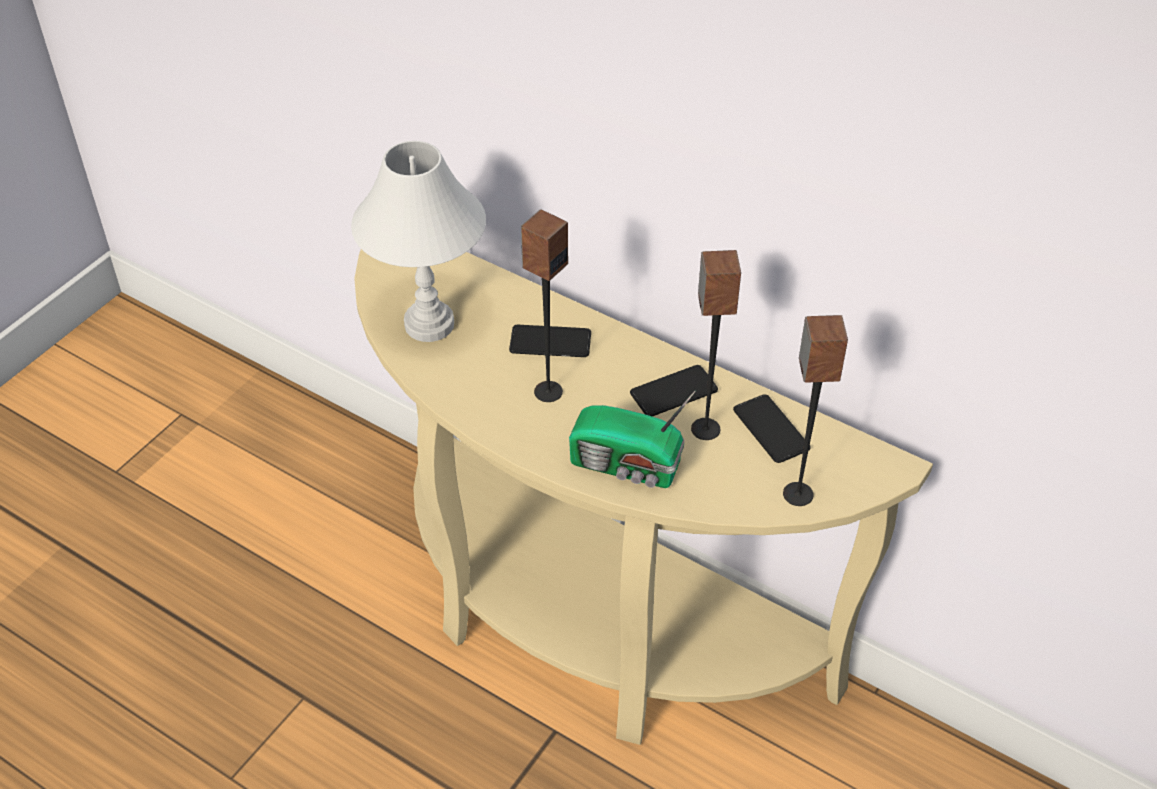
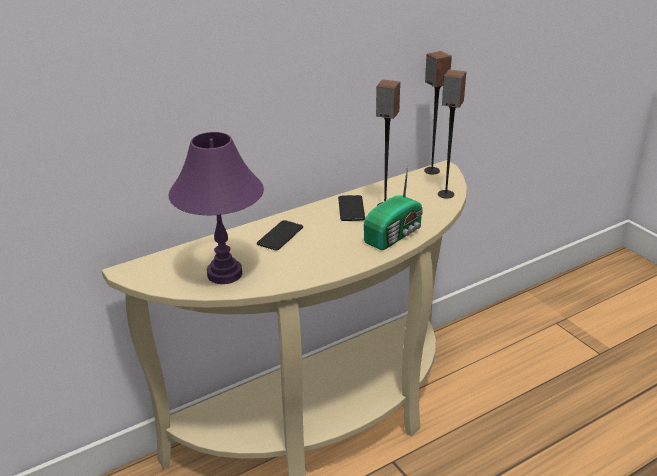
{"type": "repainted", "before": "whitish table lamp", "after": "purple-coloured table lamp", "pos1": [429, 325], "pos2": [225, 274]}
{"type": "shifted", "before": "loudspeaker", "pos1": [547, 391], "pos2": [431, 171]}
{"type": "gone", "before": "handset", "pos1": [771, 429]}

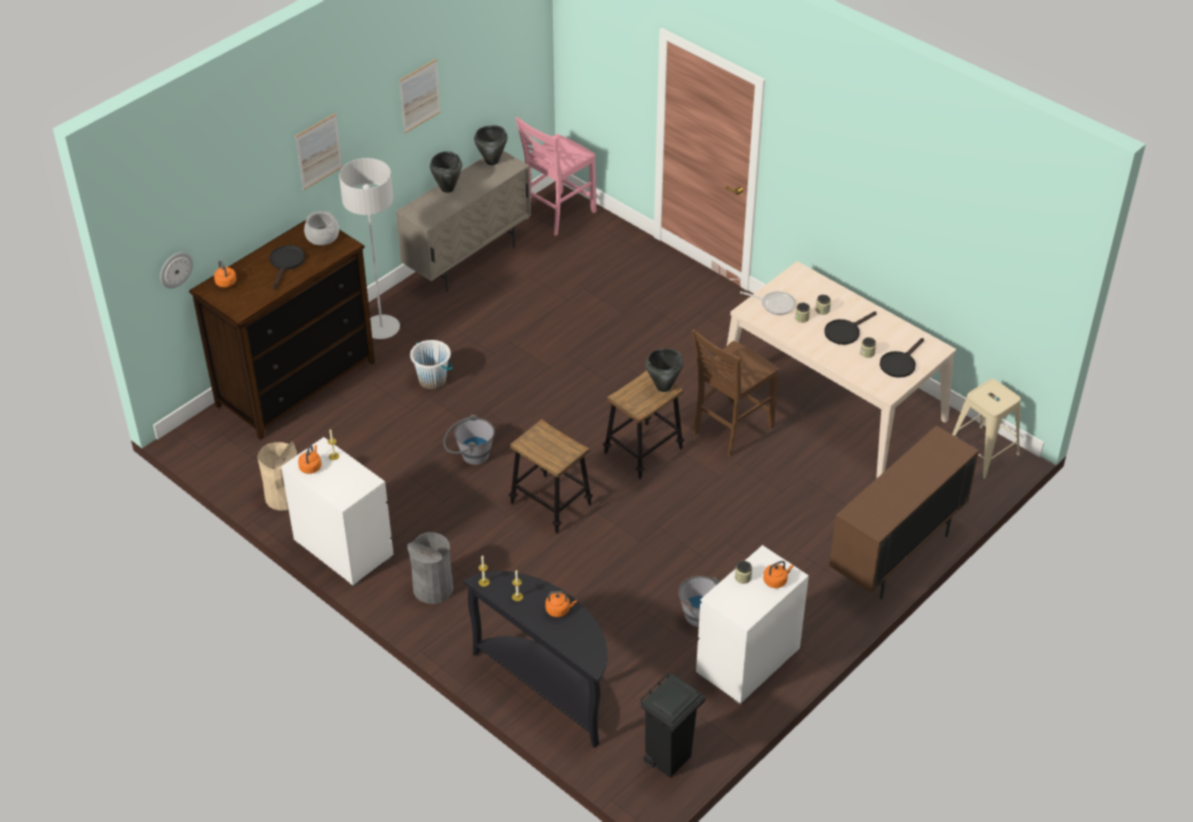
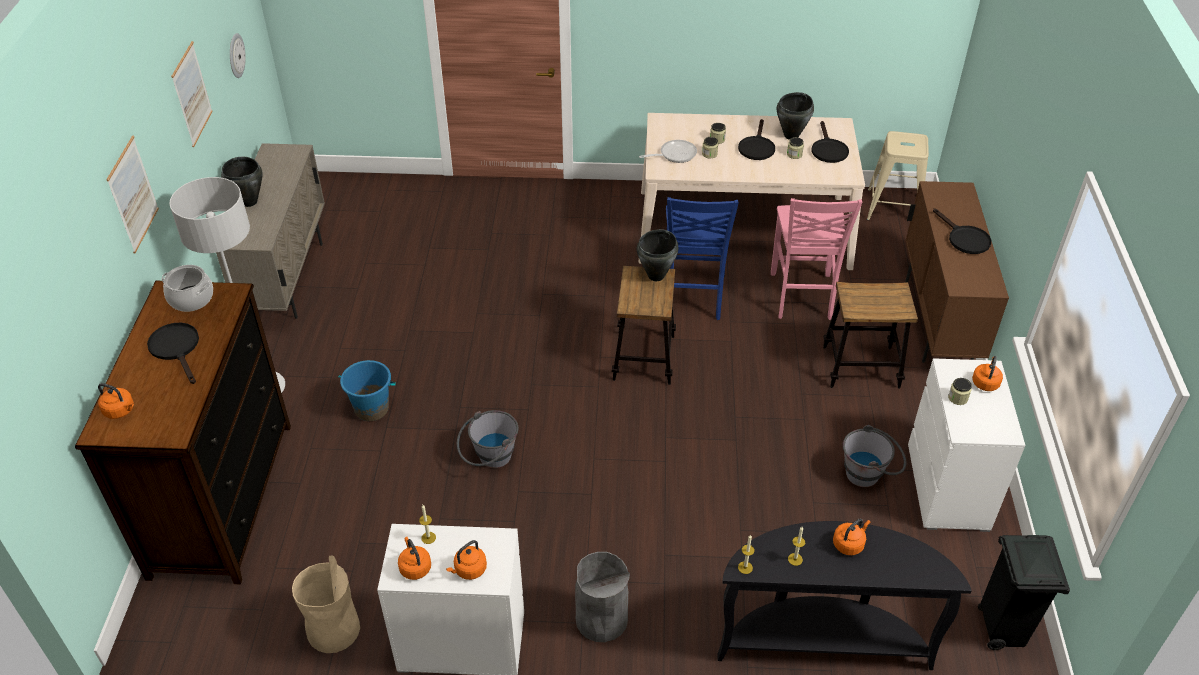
{"type": "shifted", "before": "hanging clock", "pos1": [175, 269], "pos2": [235, 55]}
{"type": "repainted", "before": "whitish water bucket", "after": "blue water bucket", "pos1": [433, 380], "pos2": [372, 409]}
{"type": "new", "after": "orange-coloured kettle", "pos2": [469, 570]}
{"type": "repainted", "before": "brown-coloured chair", "after": "blue chair", "pos1": [730, 429], "pos2": [693, 297]}
{"type": "shifted", "before": "pinkish chair", "pos1": [557, 215], "pos2": [801, 297]}
{"type": "shifted", "before": "black-coloured cooking pot", "pos1": [492, 161], "pos2": [791, 135]}
{"type": "shifted", "before": "sitting stool", "pos1": [551, 504], "pos2": [861, 367]}
{"type": "new", "after": "black-coloured skillet", "pos2": [964, 239]}

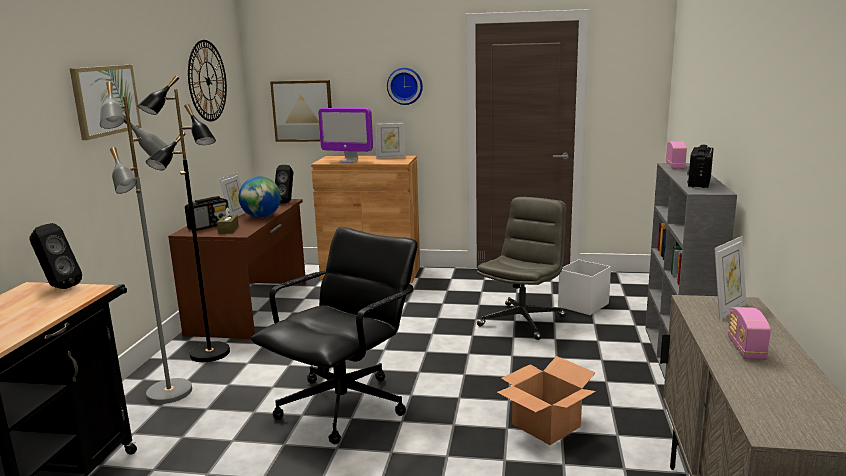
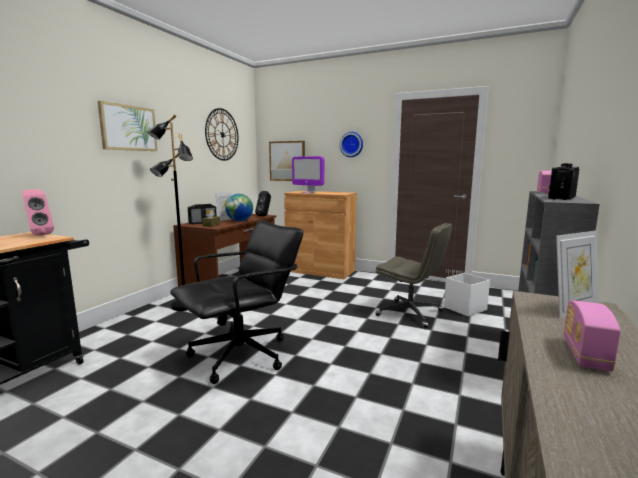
{"type": "repainted", "before": "black-coloured loudspeaker", "after": "pinkish loudspeaker", "pos1": [58, 287], "pos2": [39, 235]}
{"type": "rotated", "before": "greyish desk chair", "pos1": [522, 321], "pos2": [410, 313], "turn": 75}
{"type": "gone", "before": "greyish standard lamp", "pos1": [170, 393]}
{"type": "gone", "before": "photo frame", "pos1": [391, 157]}
{"type": "gone", "before": "carton", "pos1": [547, 426]}

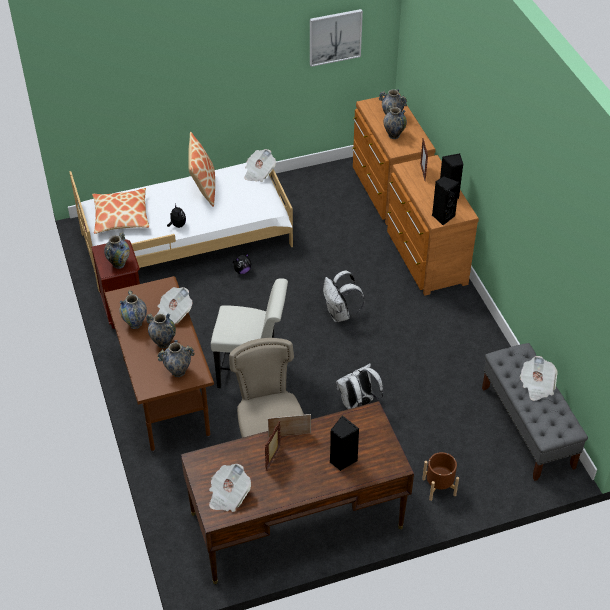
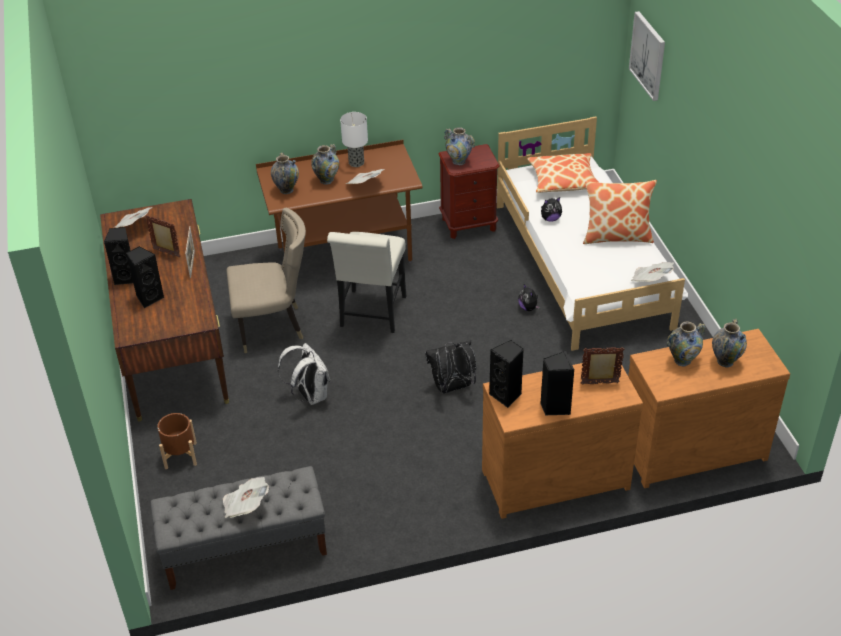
{"type": "new", "after": "black-coloured loudspeaker", "pos2": [127, 277]}
{"type": "swapped", "before": "flower vase", "after": "table lamp", "pos1": [135, 324], "pos2": [356, 163]}
{"type": "repainted", "before": "whitish backpack", "after": "black-coloured backpack", "pos1": [340, 314], "pos2": [452, 387]}
{"type": "shifted", "before": "wall art", "pos1": [335, 37], "pos2": [648, 55]}

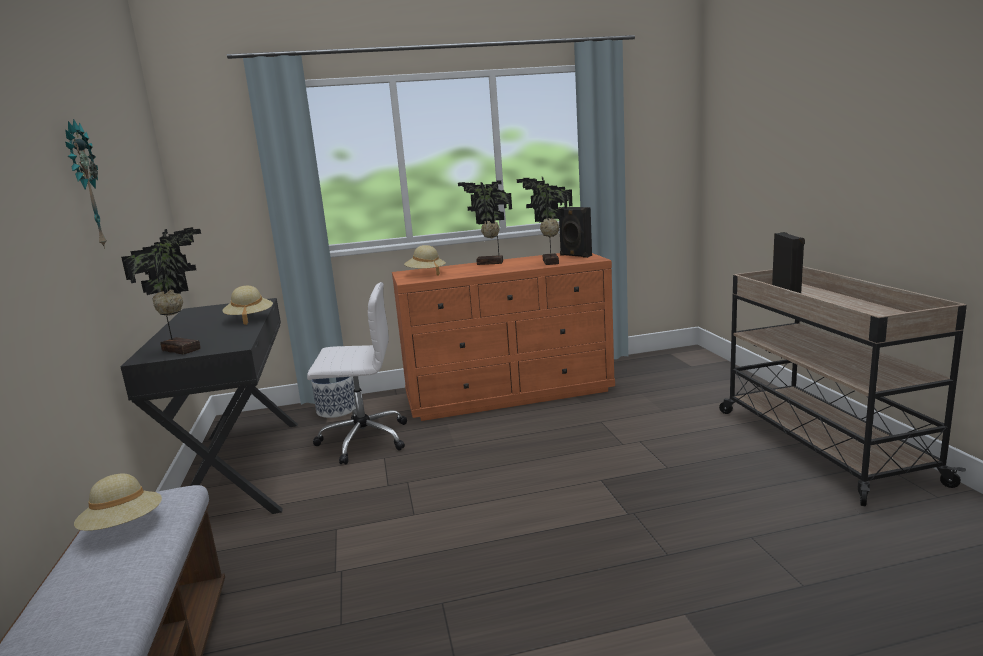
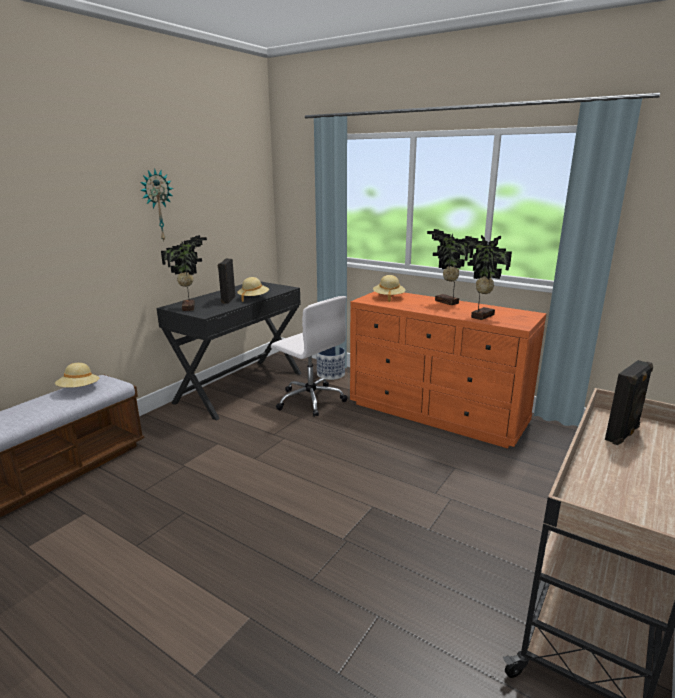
{"type": "shifted", "before": "black-coloured loudspeaker", "pos1": [575, 256], "pos2": [227, 300]}

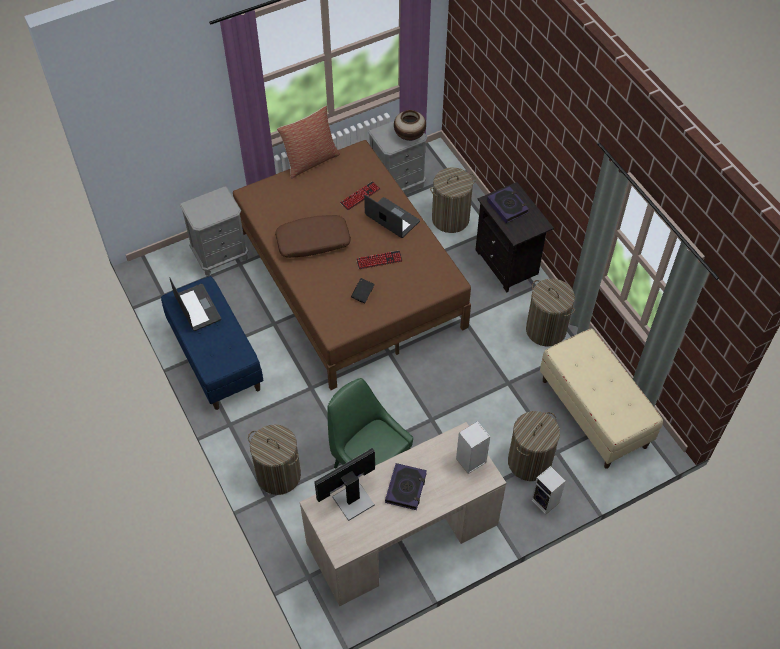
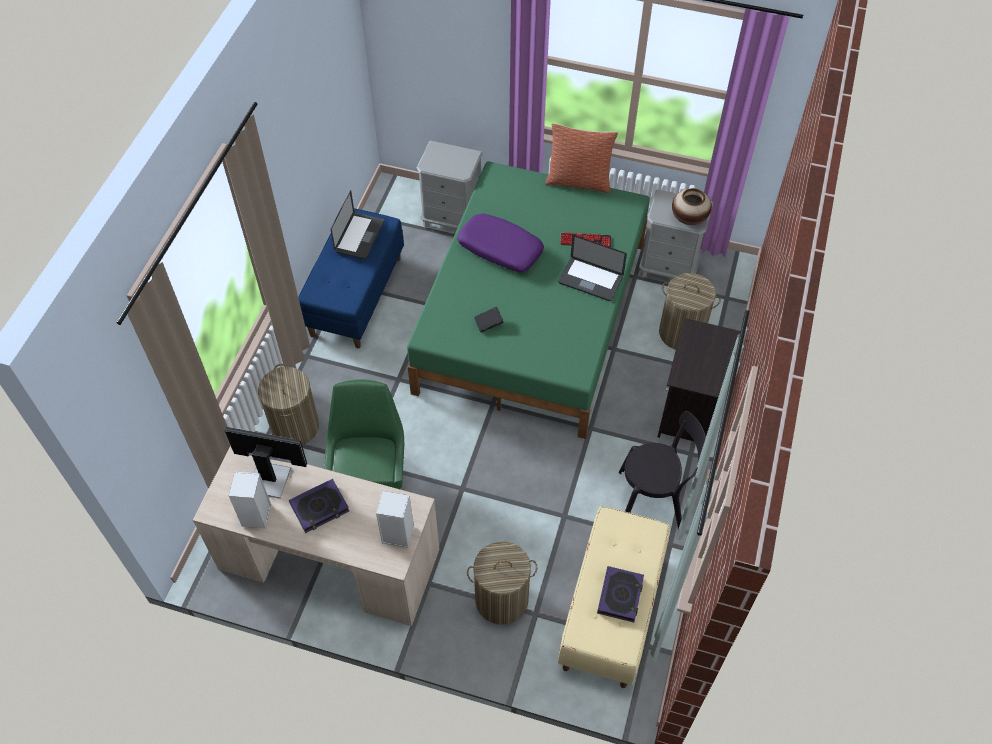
{"type": "shifted", "before": "loudspeaker", "pos1": [546, 502], "pos2": [257, 516]}
{"type": "repainted", "before": "brown-coloured sleeping bed", "after": "green-coloured sleeping bed", "pos1": [350, 279], "pos2": [533, 317]}
{"type": "repainted", "before": "brown-coloured pillow", "after": "purple-coloured pillow", "pos1": [313, 242], "pos2": [499, 249]}
{"type": "rotated", "before": "notebook computer", "pos1": [392, 218], "pos2": [590, 280], "turn": 120}
{"type": "shifted", "before": "volume", "pos1": [507, 206], "pos2": [620, 596]}
{"type": "swapped", "before": "washing basket", "after": "black-coloured chair", "pos1": [546, 330], "pos2": [654, 500]}
{"type": "gone", "before": "computer keyboard", "pos1": [379, 260]}

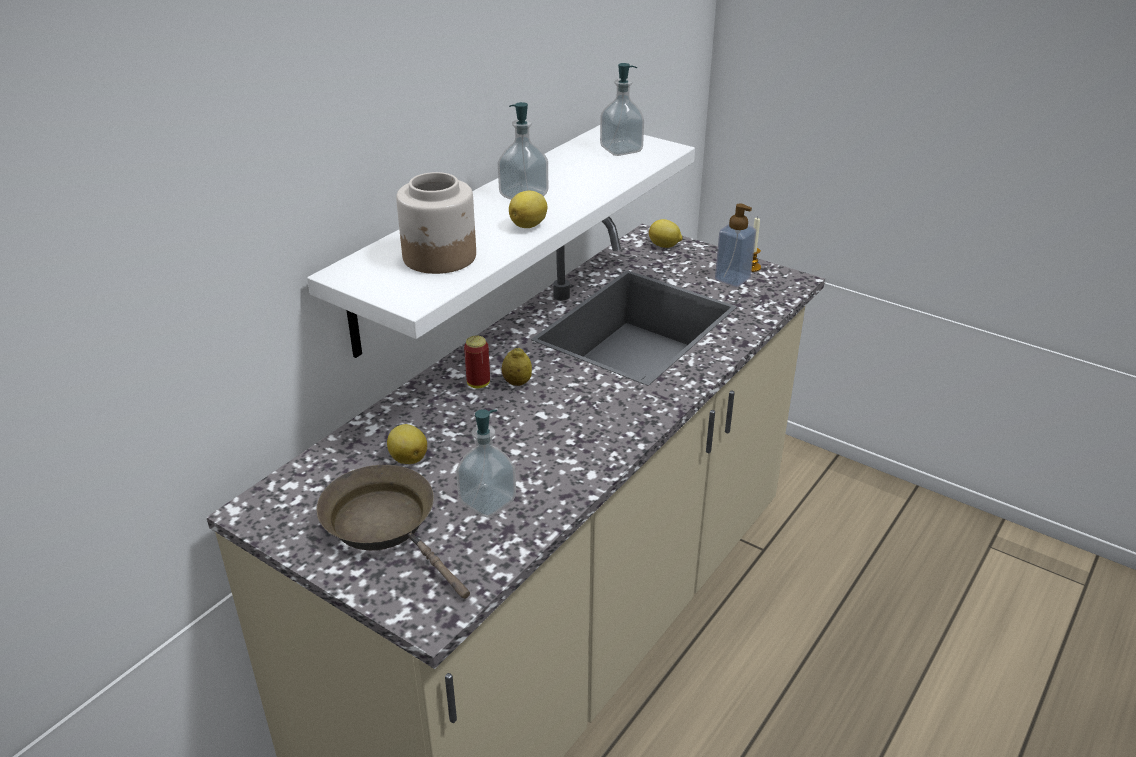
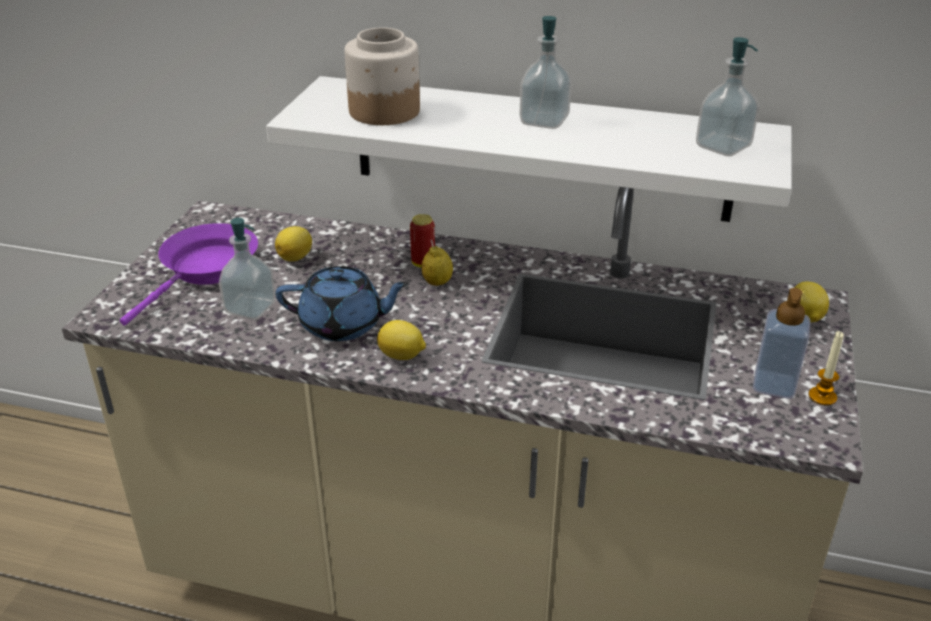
{"type": "repainted", "before": "brown-coloured skillet", "after": "purple-coloured skillet", "pos1": [386, 526], "pos2": [205, 270]}
{"type": "new", "after": "blue pot for tea", "pos2": [343, 325]}
{"type": "shifted", "before": "citrus fruit", "pos1": [529, 225], "pos2": [402, 356]}

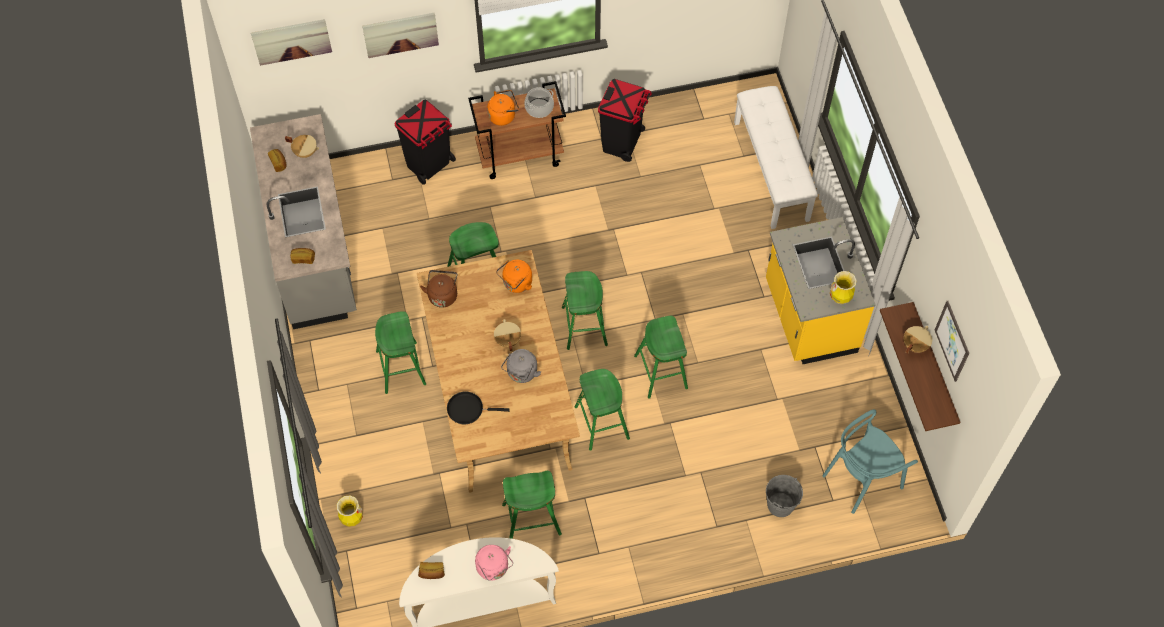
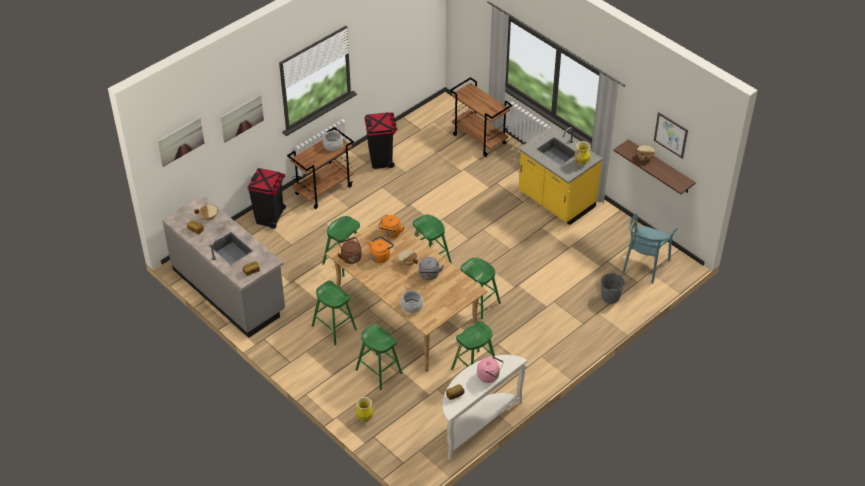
{"type": "shifted", "before": "green-coloured sitting stool", "pos1": [661, 372], "pos2": [379, 371]}
{"type": "shifted", "before": "orange-coloured kettle", "pos1": [503, 115], "pos2": [380, 256]}
{"type": "swapped", "before": "black-coloured skillet", "after": "cooking pot", "pos1": [468, 409], "pos2": [411, 306]}
{"type": "swapped", "before": "whitish bench", "after": "brown-coloured wheeled cart", "pos1": [772, 171], "pos2": [480, 139]}

